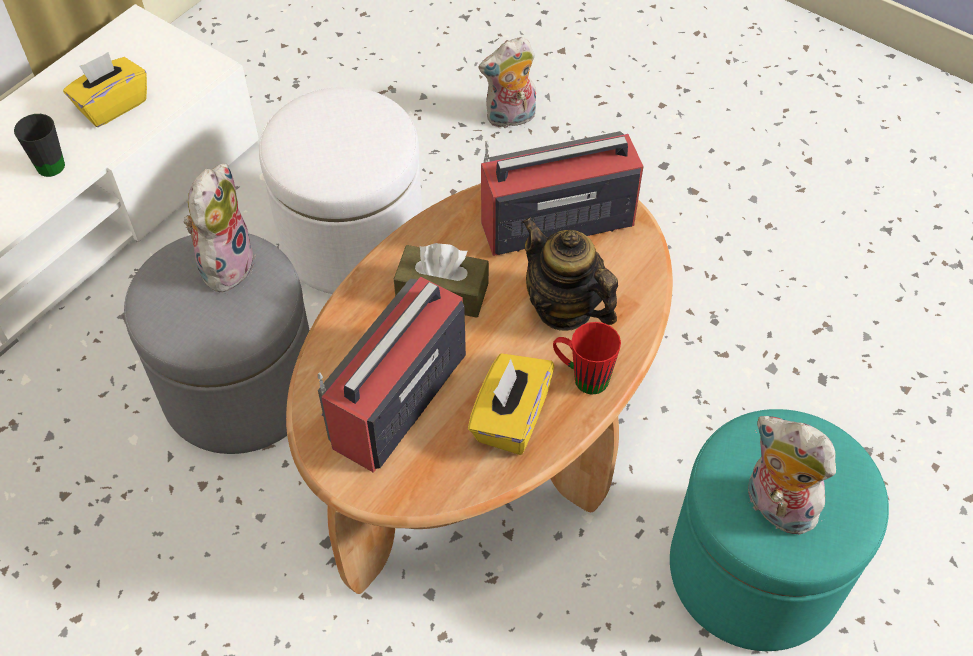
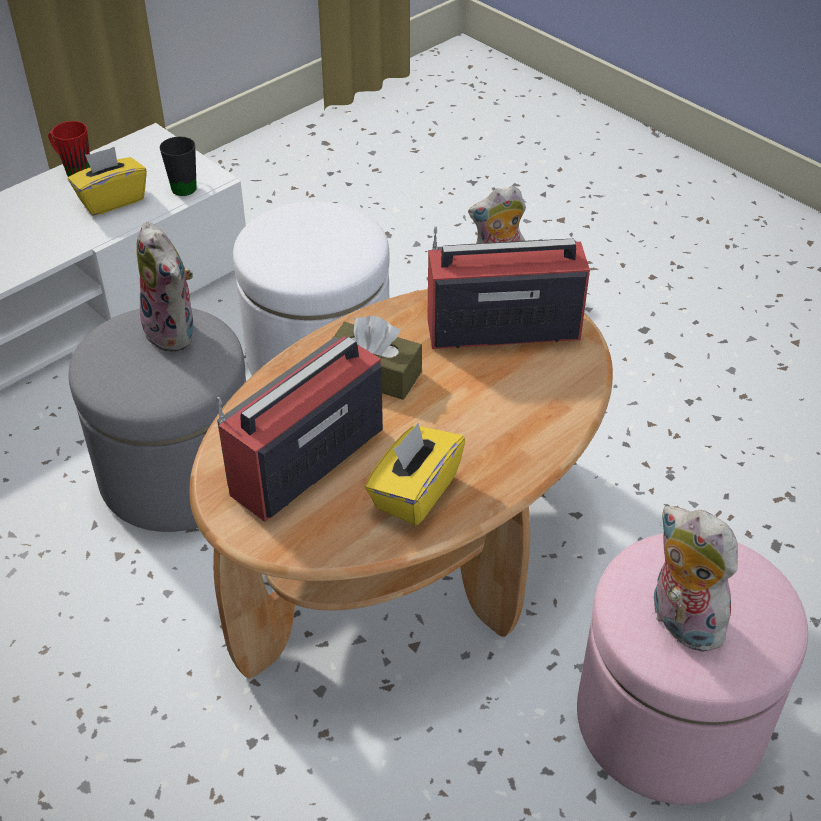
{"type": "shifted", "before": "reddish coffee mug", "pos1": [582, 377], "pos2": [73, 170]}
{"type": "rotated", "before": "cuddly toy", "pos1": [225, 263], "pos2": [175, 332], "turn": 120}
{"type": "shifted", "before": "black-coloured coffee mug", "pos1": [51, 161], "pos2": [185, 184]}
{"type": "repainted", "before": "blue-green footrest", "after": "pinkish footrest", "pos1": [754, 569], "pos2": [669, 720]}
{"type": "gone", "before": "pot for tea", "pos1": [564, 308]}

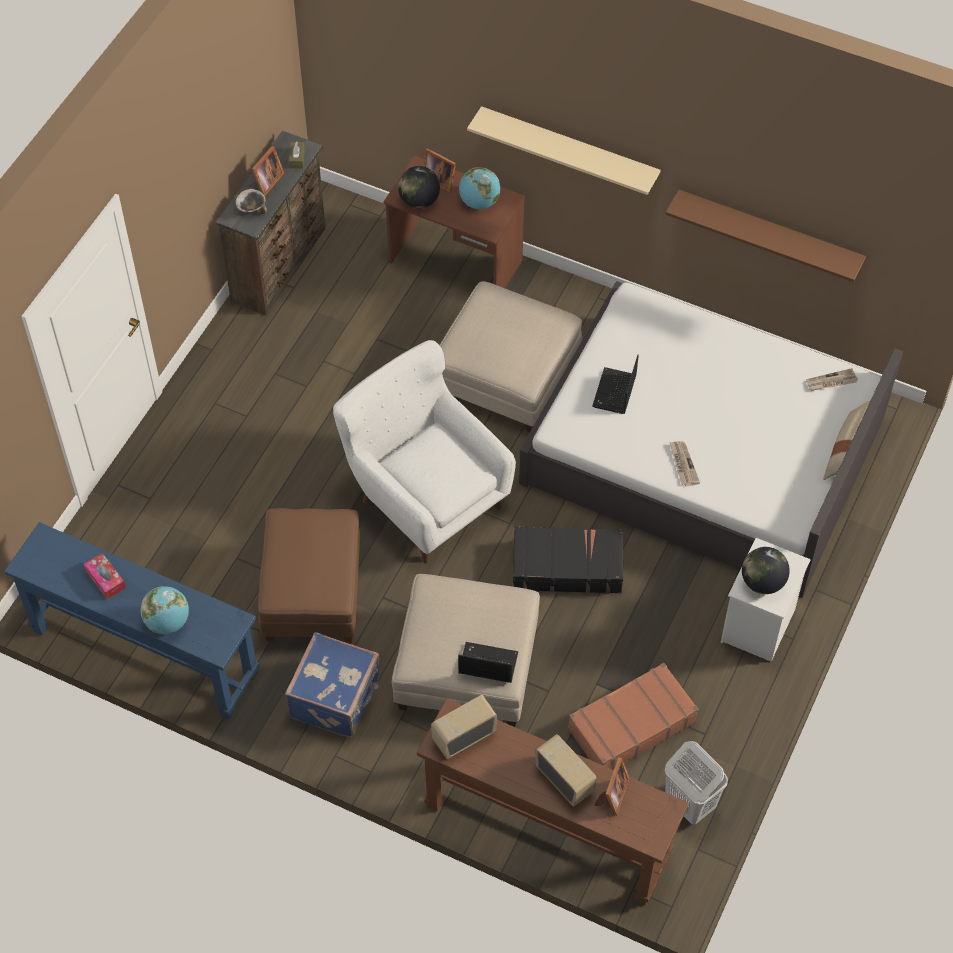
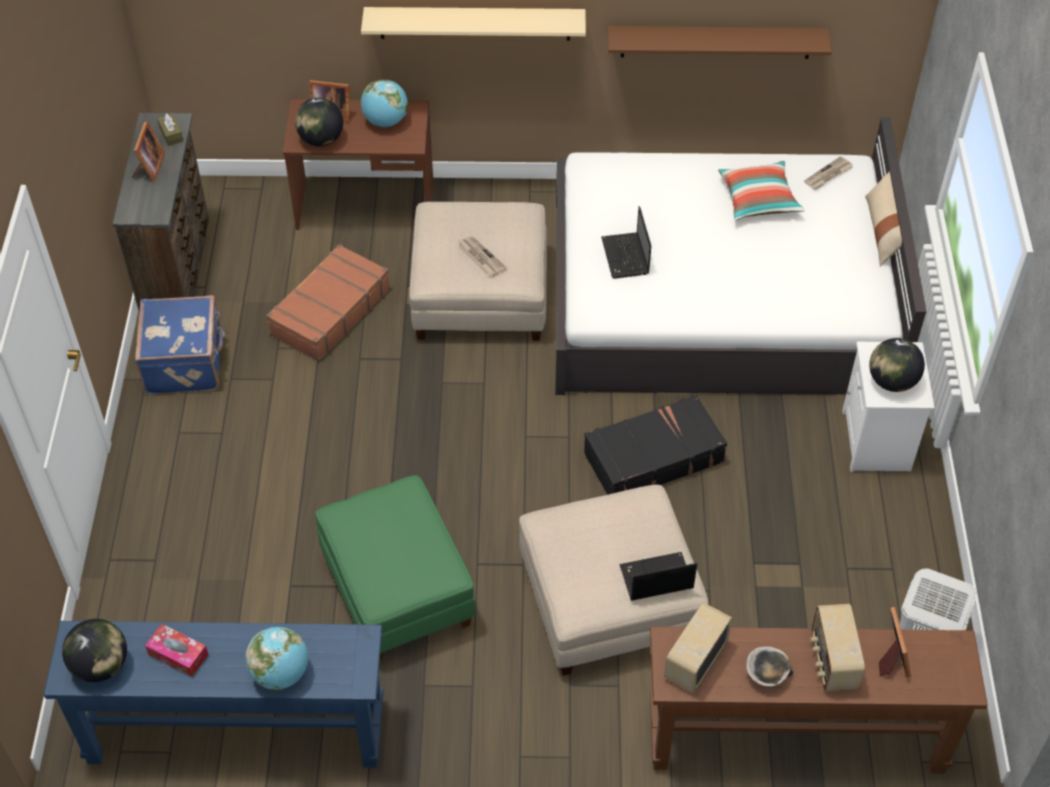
{"type": "new", "after": "globe", "pos2": [101, 665]}
{"type": "shifted", "before": "blue piece of luggage", "pos1": [337, 698], "pos2": [186, 363]}
{"type": "shifted", "before": "brown-coloured piece of luggage", "pos1": [630, 725], "pos2": [329, 312]}
{"type": "repainted", "before": "brown-coloured footrest", "after": "green-coloured footrest", "pos1": [312, 594], "pos2": [396, 591]}
{"type": "shifted", "before": "newspaper", "pos1": [683, 464], "pos2": [481, 257]}
{"type": "new", "after": "pillow", "pos2": [758, 200]}
{"type": "shifted", "before": "serving bowl", "pos1": [251, 209], "pos2": [766, 675]}
{"type": "rotated", "before": "radio receiver", "pos1": [565, 779], "pos2": [832, 661], "turn": -120}
{"type": "gone", "before": "whitish lounge chair", "pos1": [426, 496]}

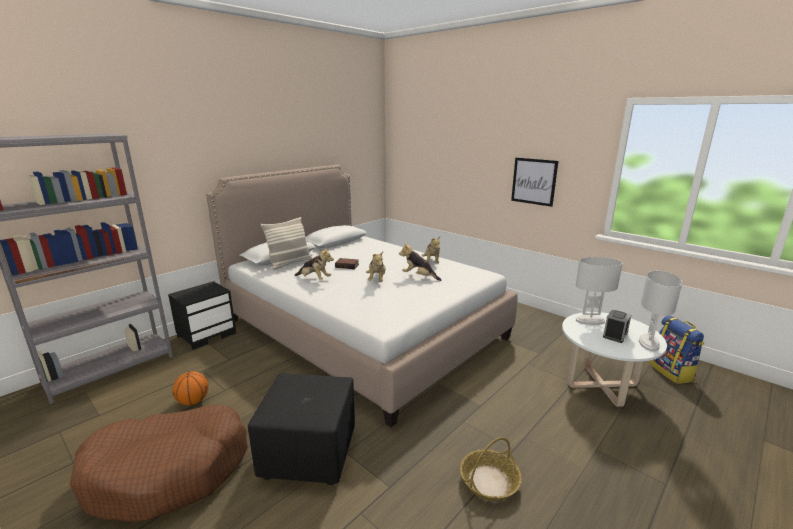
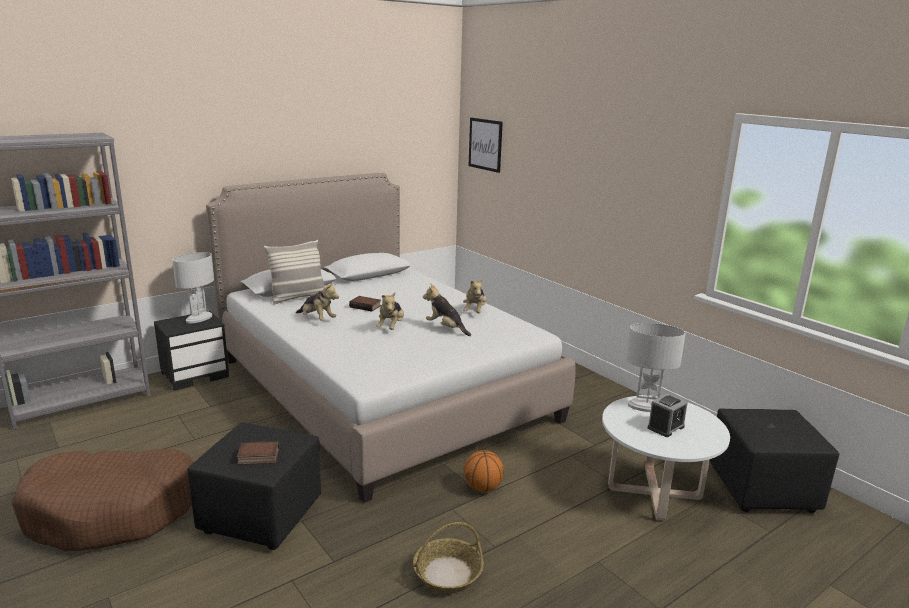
{"type": "shifted", "before": "whitish table lamp", "pos1": [648, 343], "pos2": [199, 318]}
{"type": "new", "after": "volume", "pos2": [257, 457]}
{"type": "shifted", "before": "basketball", "pos1": [193, 401], "pos2": [483, 488]}
{"type": "shifted", "before": "wall art", "pos1": [534, 181], "pos2": [485, 144]}
{"type": "swapped", "before": "backpack", "after": "black-coloured footrest", "pos1": [671, 372], "pos2": [763, 490]}

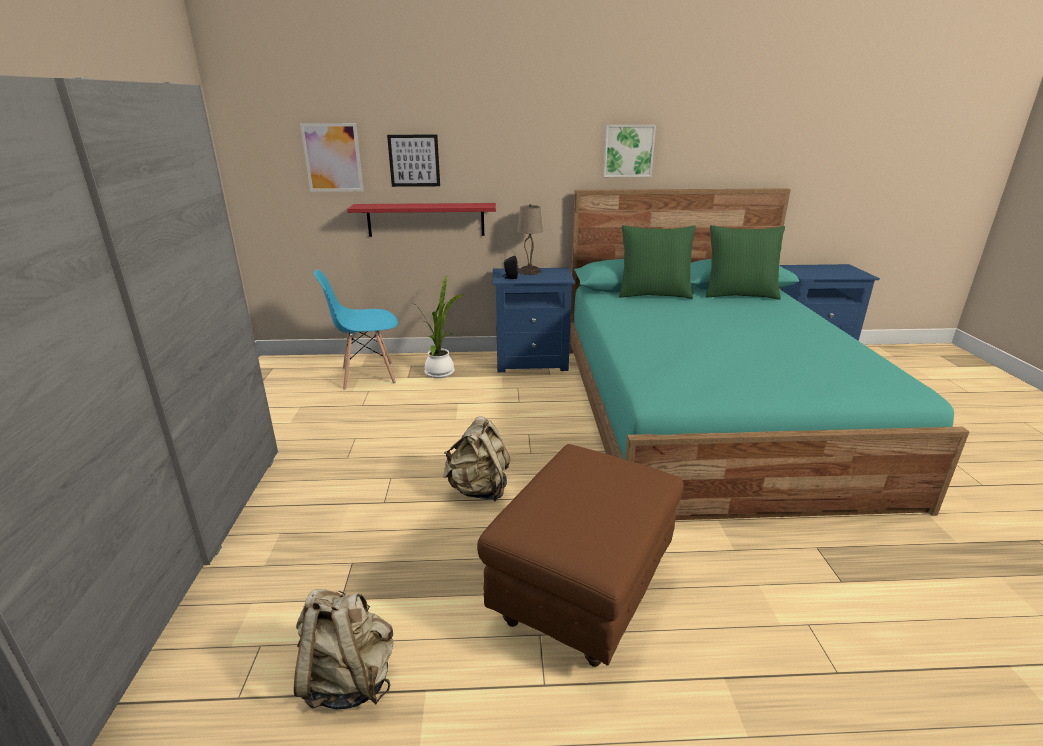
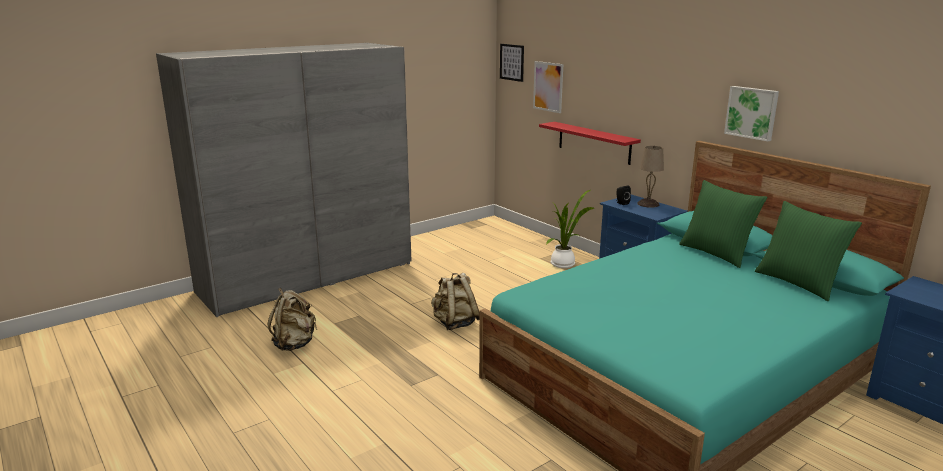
{"type": "shifted", "before": "wall art", "pos1": [414, 160], "pos2": [512, 62]}
{"type": "gone", "before": "blue chair", "pos1": [368, 376]}
{"type": "gone", "before": "brown-coloured footrest", "pos1": [582, 592]}

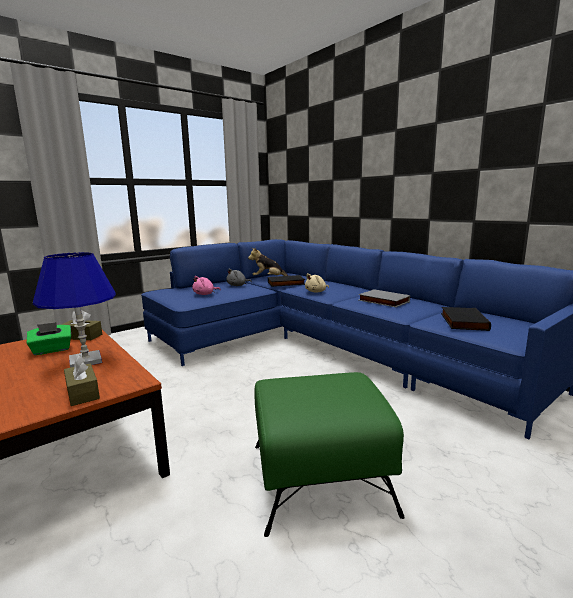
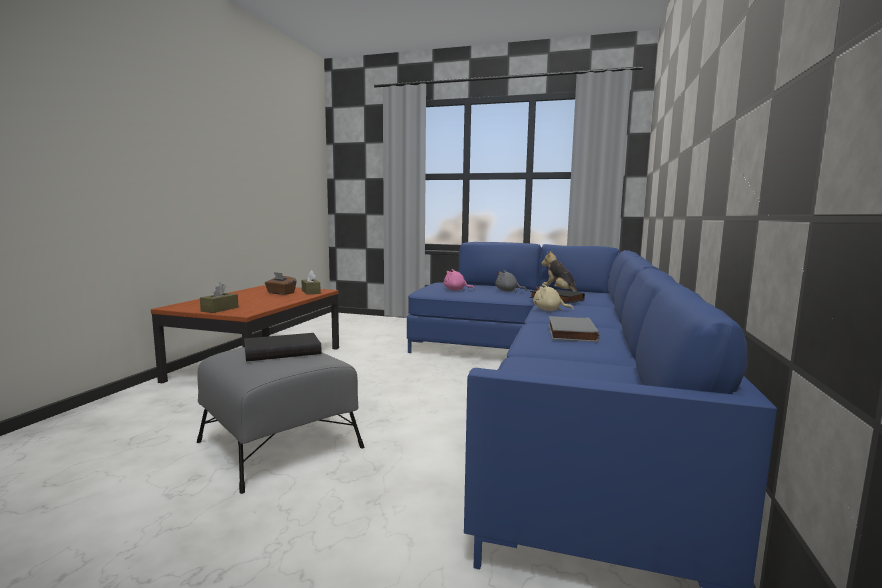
{"type": "repainted", "before": "green-coloured footrest", "after": "greyish footrest", "pos1": [321, 478], "pos2": [279, 445]}
{"type": "shifted", "before": "black-coloured volume", "pos1": [462, 321], "pos2": [282, 351]}
{"type": "repainted", "before": "green-coloured box of tissues", "after": "brown-coloured box of tissues", "pos1": [52, 350], "pos2": [280, 293]}
{"type": "gone", "before": "blue table lamp", "pos1": [85, 361]}

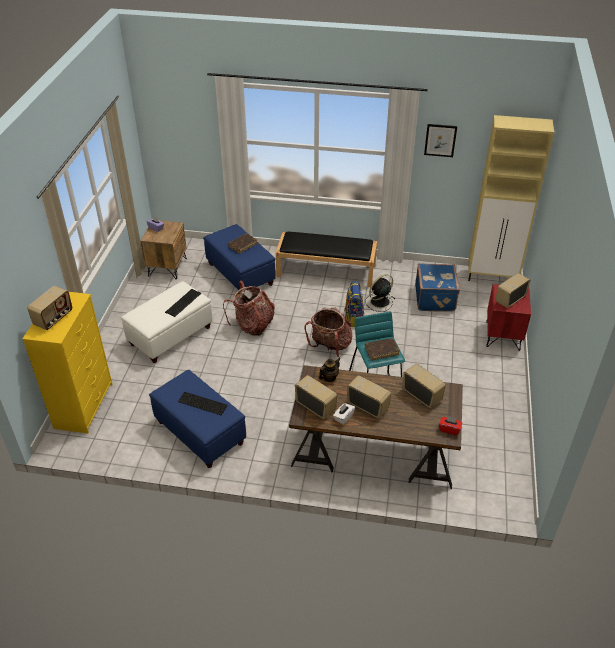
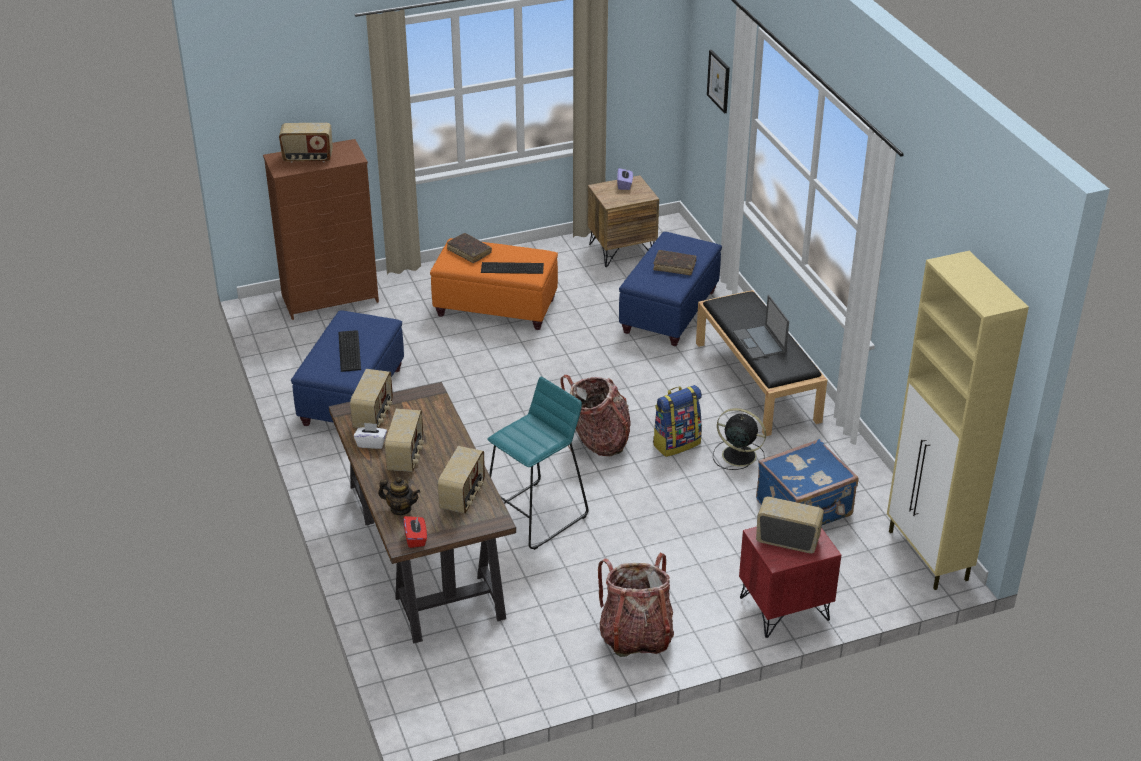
{"type": "repainted", "before": "yellow-coloured drawer chest", "after": "brown-coloured drawer chest", "pos1": [84, 405], "pos2": [331, 298]}
{"type": "shifted", "before": "pot for tea", "pos1": [329, 377], "pos2": [400, 509]}
{"type": "repainted", "before": "whitish footrest", "after": "orange-coloured footrest", "pos1": [171, 335], "pos2": [496, 307]}
{"type": "shifted", "before": "brown-coloured volume", "pos1": [381, 351], "pos2": [469, 252]}
{"type": "shifted", "before": "backpack", "pos1": [253, 325], "pos2": [636, 636]}
{"type": "shifted", "before": "wall art", "pos1": [440, 140], "pos2": [719, 81]}
{"type": "new", "after": "notebook computer", "pos2": [760, 342]}

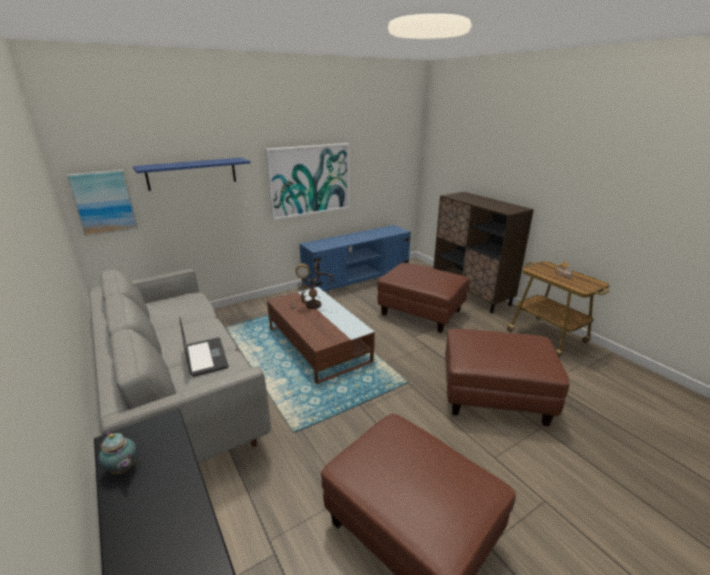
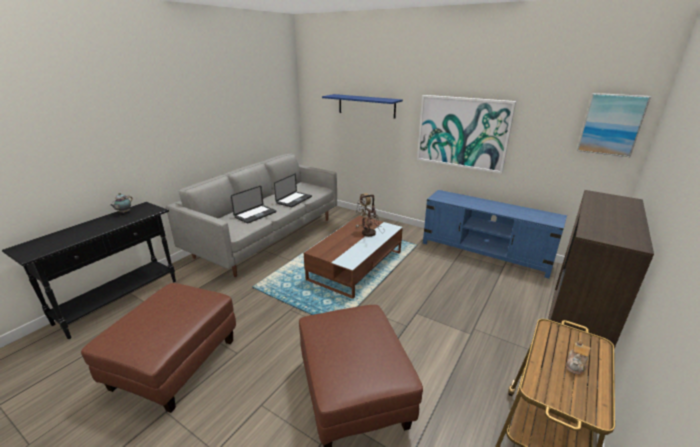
{"type": "new", "after": "notebook computer", "pos2": [294, 200]}
{"type": "shifted", "before": "wall art", "pos1": [103, 202], "pos2": [611, 124]}
{"type": "gone", "before": "brown-coloured footrest", "pos1": [421, 313]}

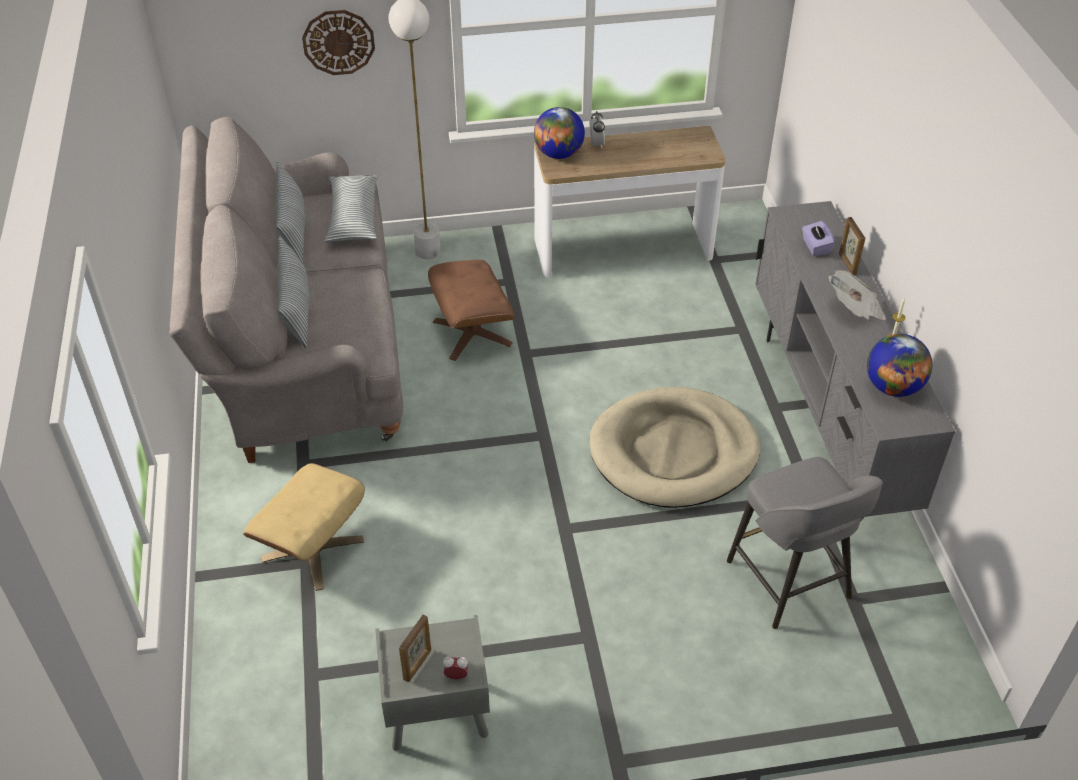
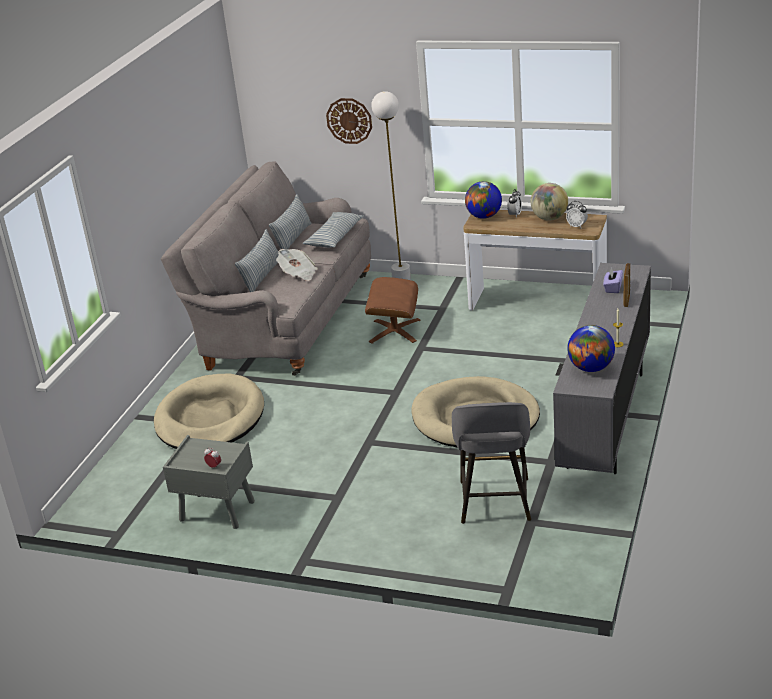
{"type": "swapped", "before": "beige-coloured footrest", "after": "beige-coloured dog cushion", "pos1": [313, 549], "pos2": [210, 418]}
{"type": "shifted", "before": "newspaper", "pos1": [855, 309], "pos2": [298, 274]}
{"type": "new", "after": "globe", "pos2": [549, 218]}
{"type": "new", "after": "alarm clock", "pos2": [577, 226]}
{"type": "gone", "before": "photo frame", "pos1": [418, 664]}

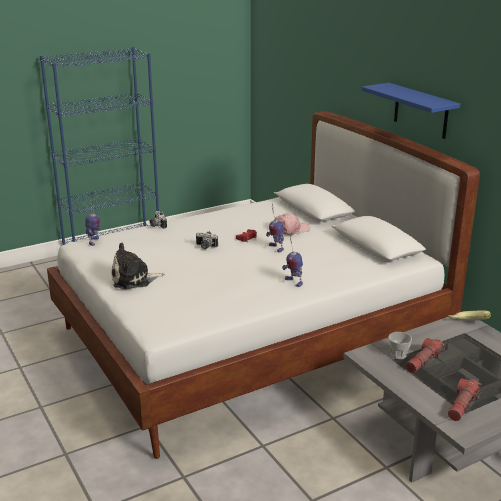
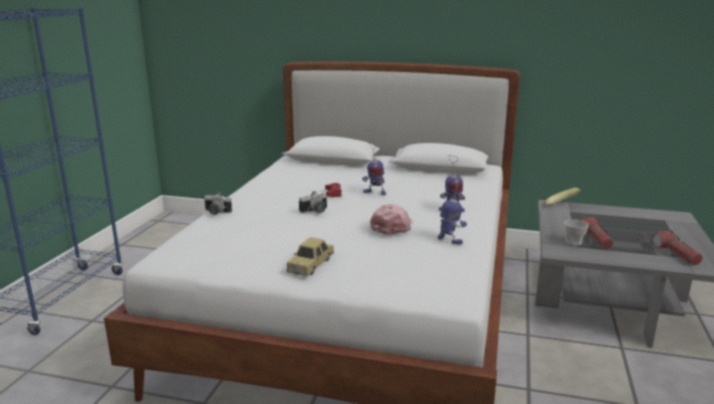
{"type": "swapped", "before": "cuddly toy", "after": "model car", "pos1": [134, 279], "pos2": [311, 265]}
{"type": "shifted", "before": "pinkish cap", "pos1": [290, 229], "pos2": [392, 226]}
{"type": "shifted", "before": "robot figure", "pos1": [94, 241], "pos2": [450, 240]}
{"type": "gone", "before": "blue shelf", "pos1": [421, 111]}

